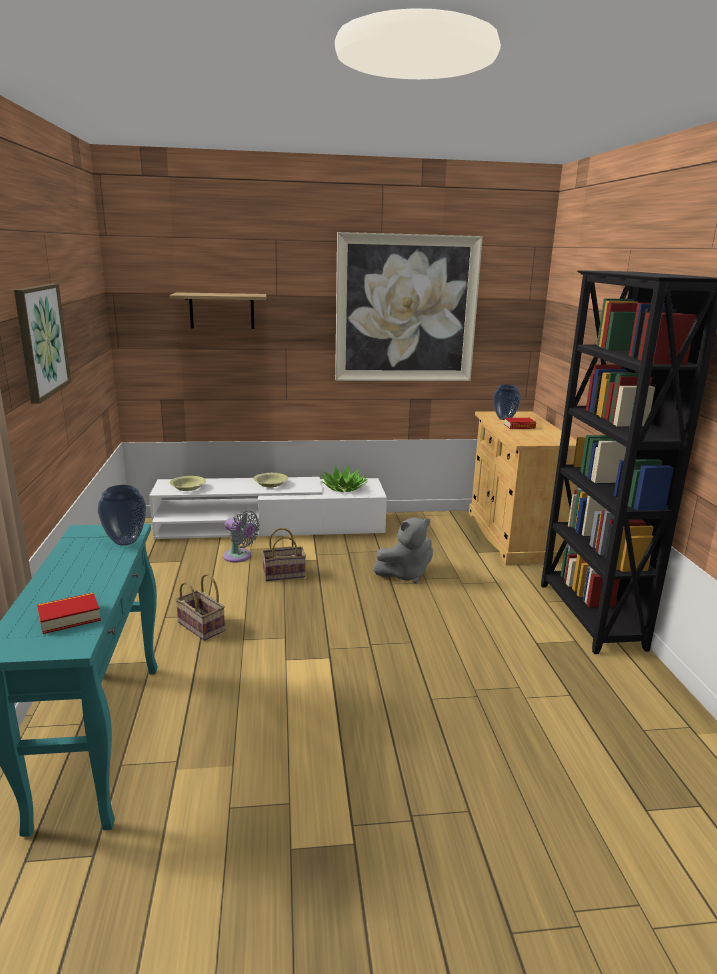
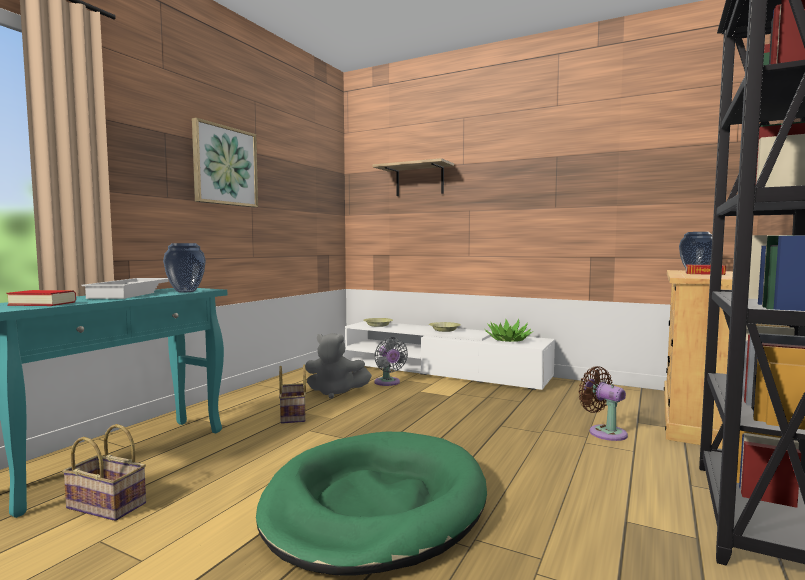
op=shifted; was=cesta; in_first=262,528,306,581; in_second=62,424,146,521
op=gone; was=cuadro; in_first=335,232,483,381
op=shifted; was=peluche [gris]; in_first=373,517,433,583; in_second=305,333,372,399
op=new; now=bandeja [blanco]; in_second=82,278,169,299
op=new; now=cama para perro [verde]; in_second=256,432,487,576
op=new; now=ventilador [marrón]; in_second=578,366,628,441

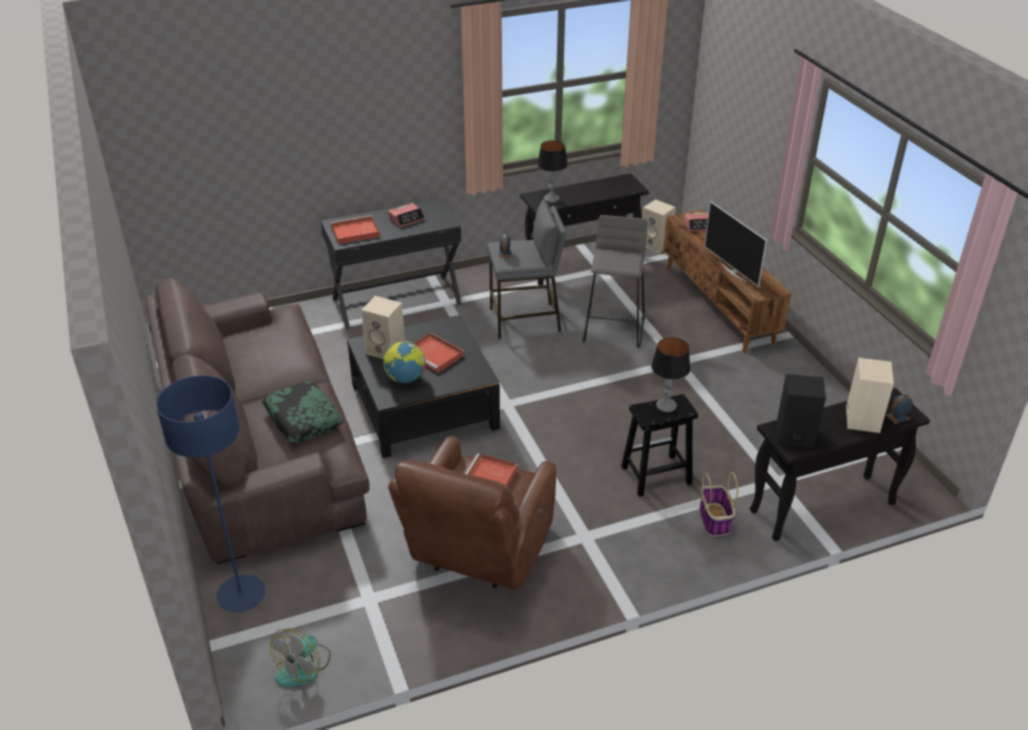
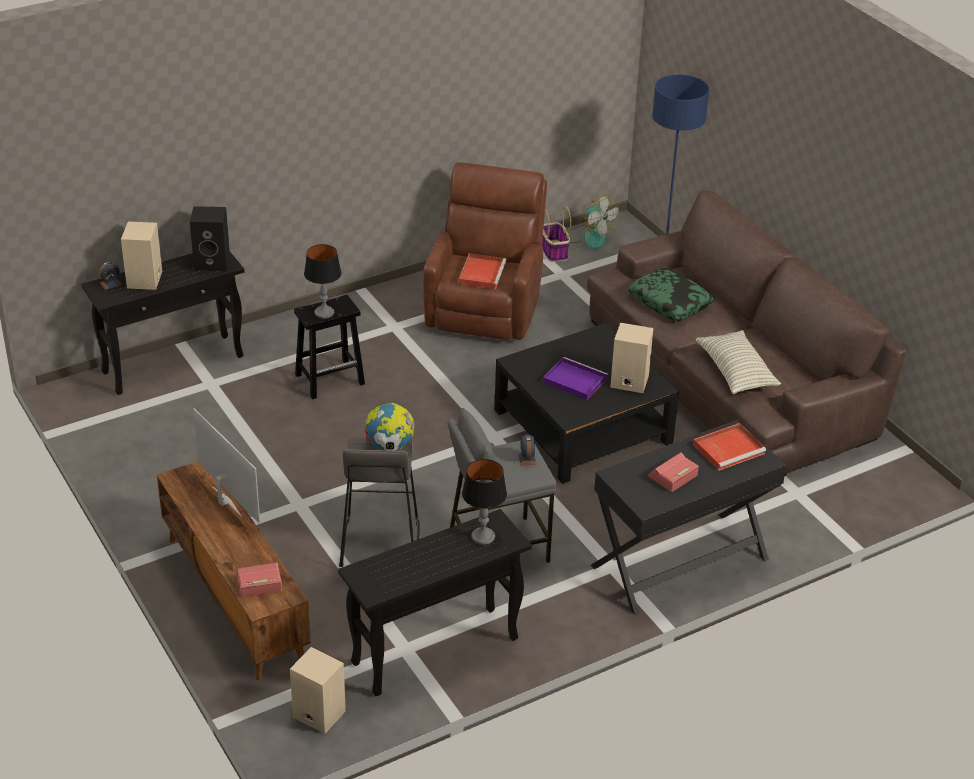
op=rotated; was=ventilador; in_first=270,628,331,687; in_second=568,195,620,249; clockwise=120
op=shifted; was=globo terráqueo; in_first=383,341,426,383; in_second=365,403,414,451
op=repainted; was=bandeja [rojo]; now=bandeja [morado]; in_first=413,333,464,373; in_second=543,357,608,400
op=shifted; was=cesta; in_first=699,472,738,537; in_second=542,206,571,262
op=new; now=cojín; in_second=696,330,781,394

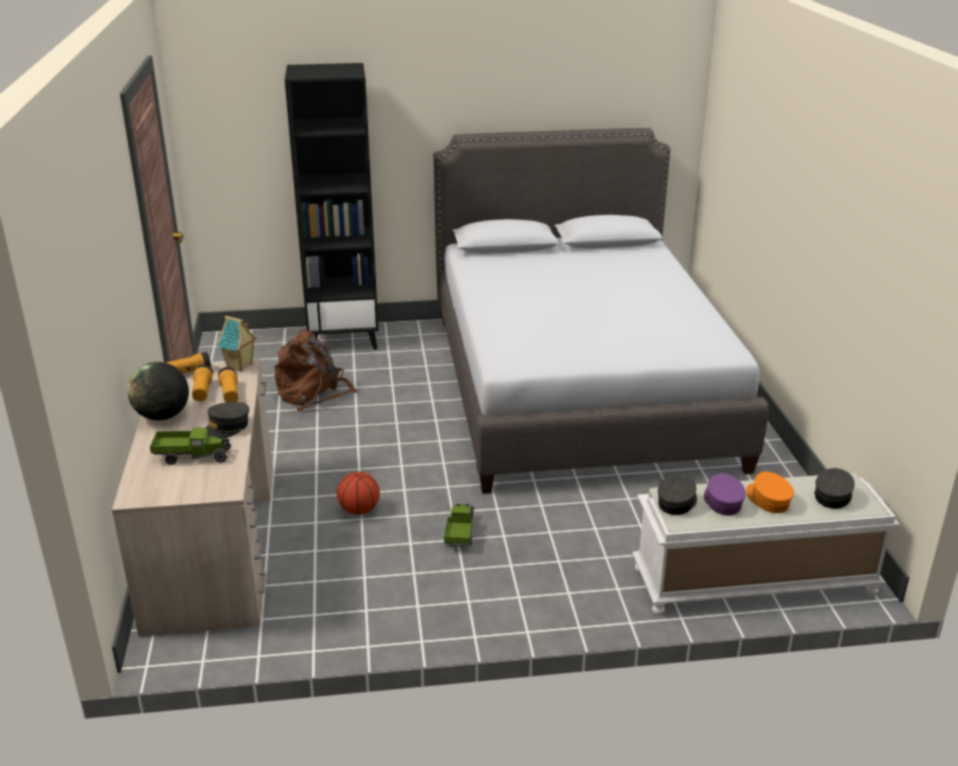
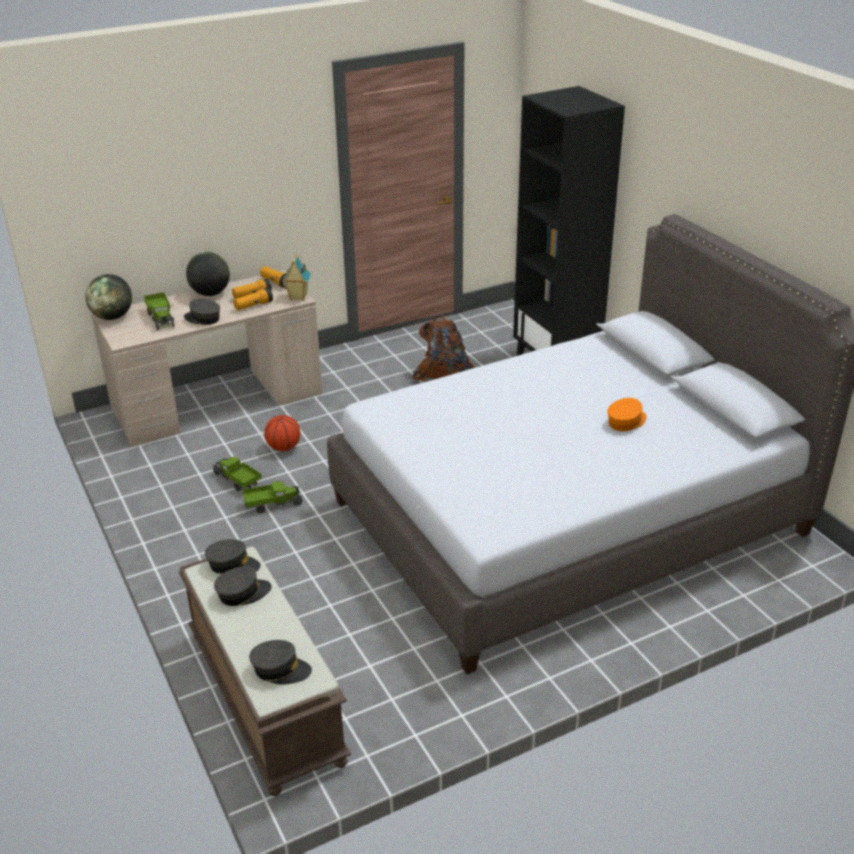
op=repainted; was=banco [blanco]; now=banco [marrón]; in_first=632,473,900,615; in_second=178,546,351,796
op=repainted; was=gorra [morado]; now=gorra [gris]; in_first=704,473,746,515; in_second=214,566,272,606
op=shifted; was=gorra [naranja]; in_first=746,472,794,513; in_second=607,398,647,431
op=new; now=globo terráqueo; in_second=86,274,132,320
op=new; now=camión de juguete; in_second=212,457,262,491

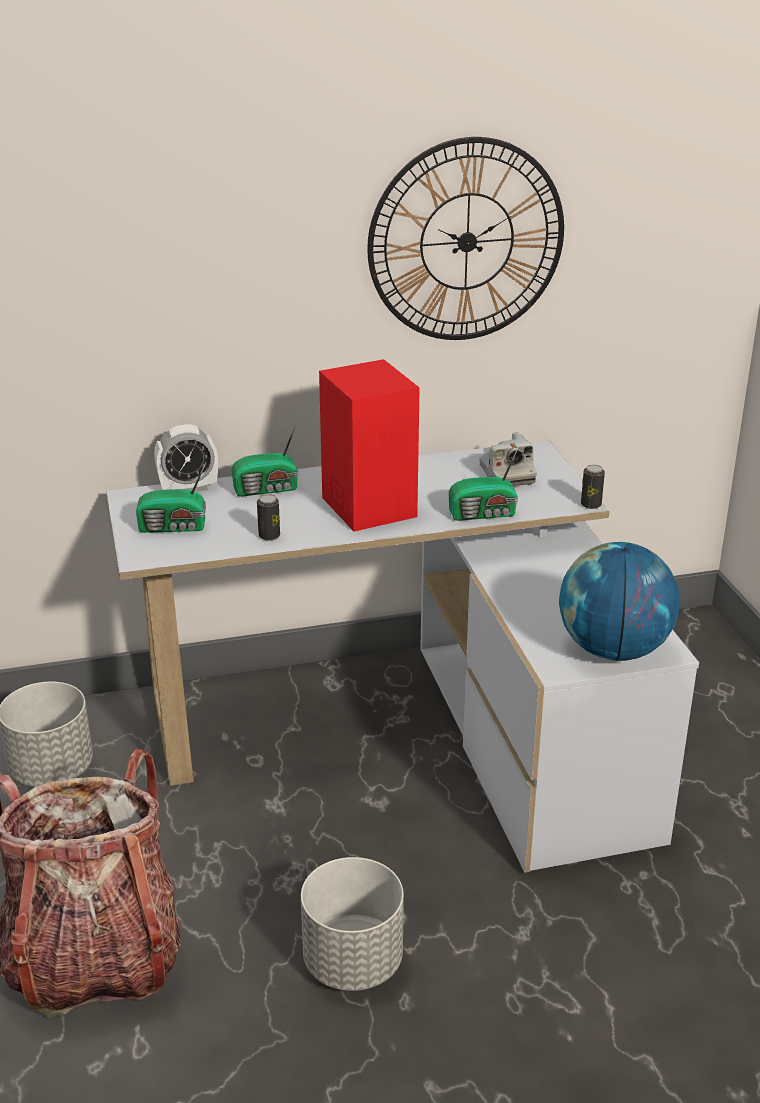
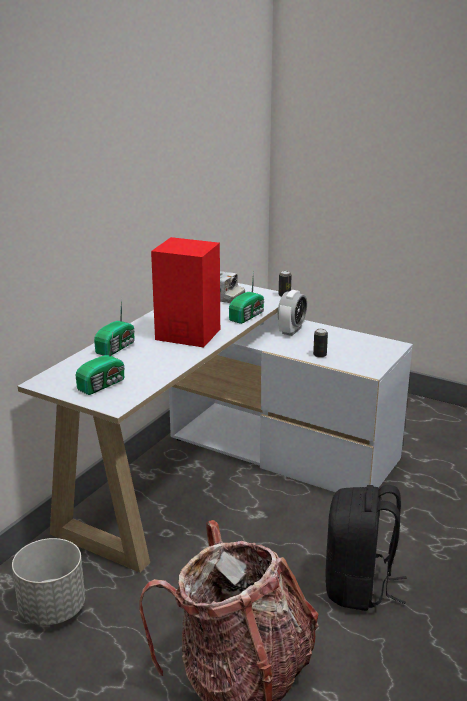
op=shifted; was=despertador; in_first=154,424,218,492; in_second=278,290,307,336
op=shifted; was=lata; in_first=257,494,280,541; in_second=313,329,328,358
op=swapped; was=maceta [gris]; now=mochila [negro]; in_first=301,857,404,991; in_second=325,485,407,611
op=gone; was=reloj de pared; in_first=367,137,564,340
op=gone; was=globo terráqueo; in_first=559,542,680,661

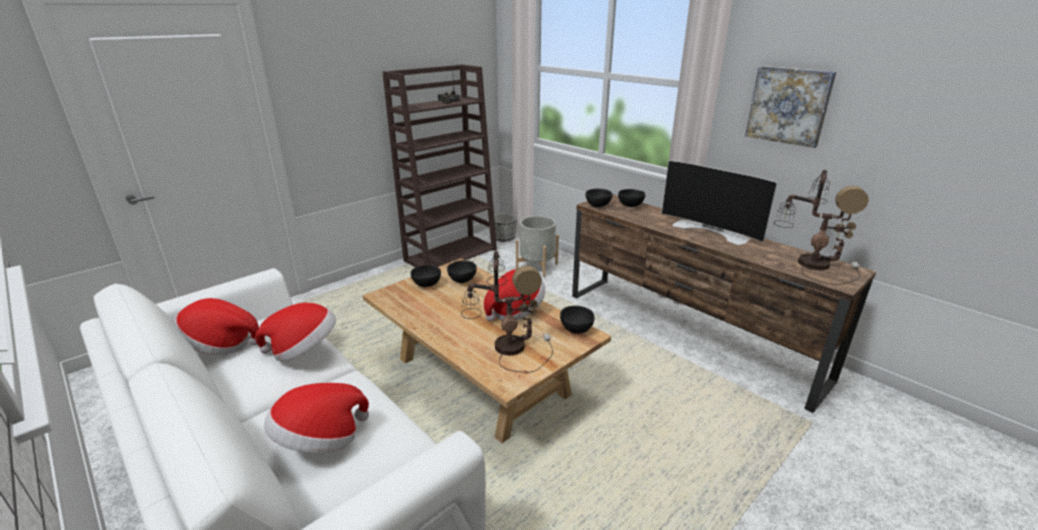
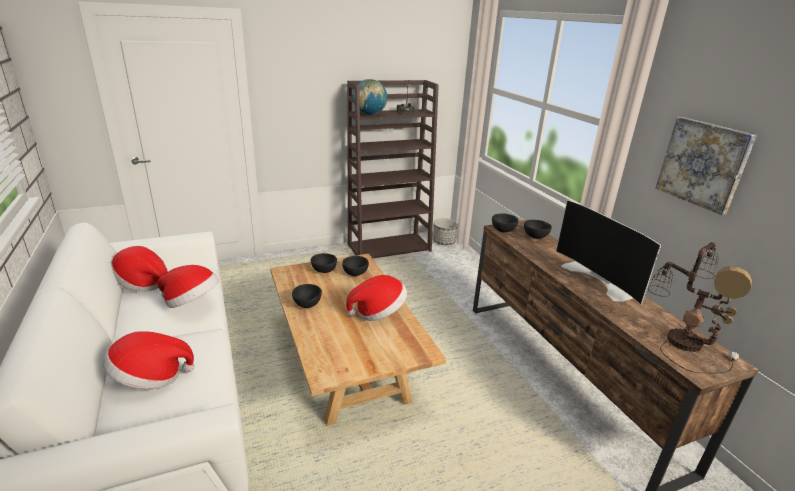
op=gone; was=lámpara de mesa; in_first=461,251,553,373
op=gone; was=maceta [gris]; in_first=516,216,559,277
op=shifted; was=cuenco [negro]; in_first=560,306,594,334; in_second=292,284,322,308
op=new; now=globo terráqueo; in_second=353,79,387,116

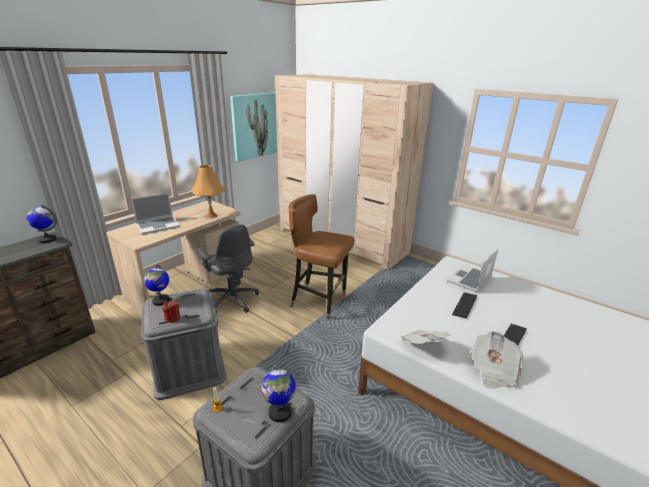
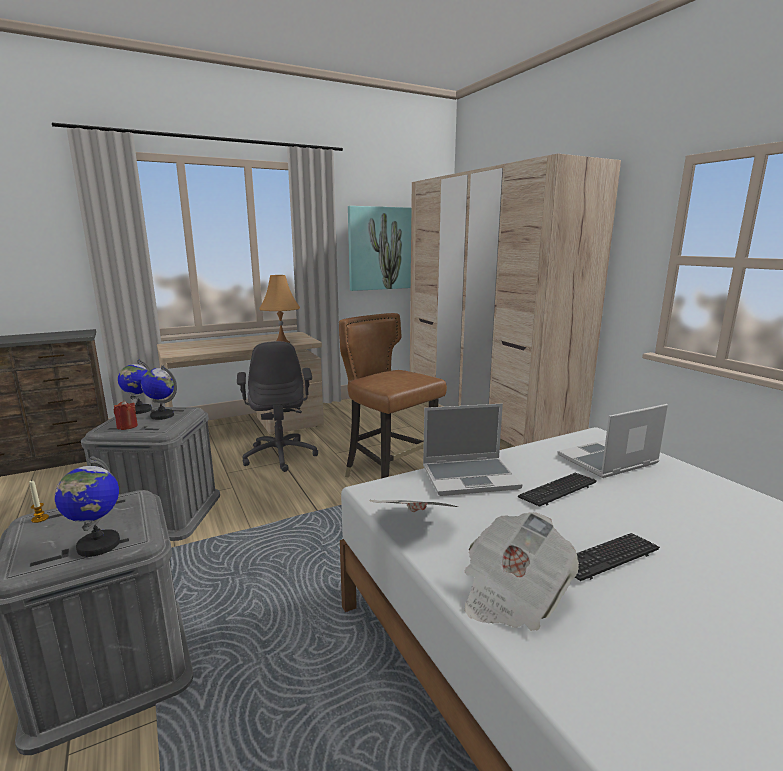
op=shifted; was=globo terráqueo; in_first=27,205,57,243; in_second=141,365,177,420
op=shifted; was=portátil; in_first=131,193,180,235; in_second=423,404,522,496

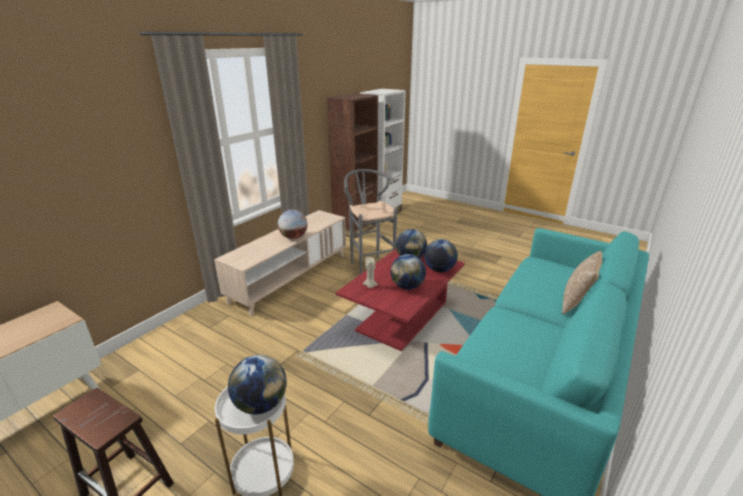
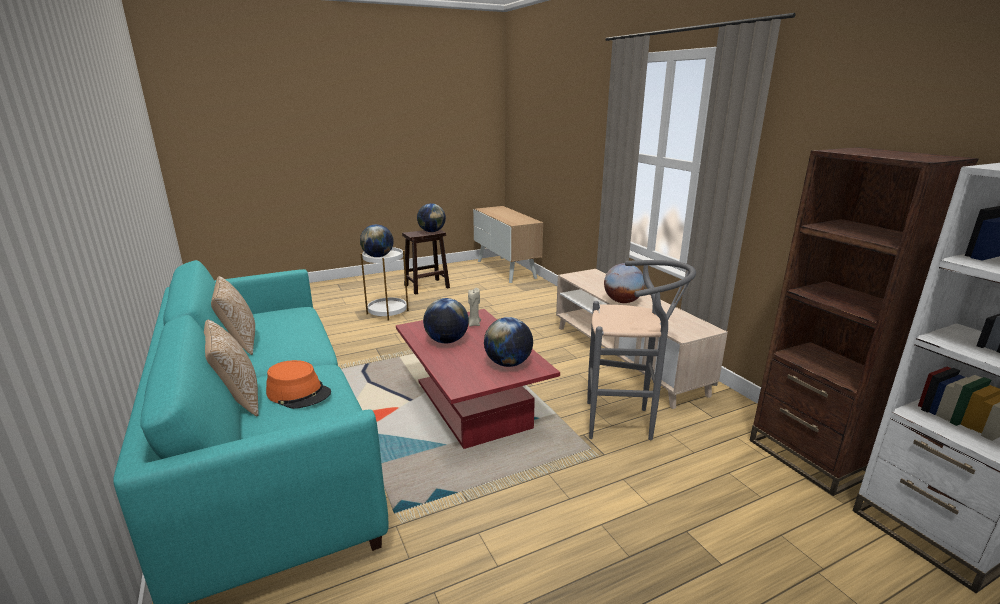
op=shifted; was=globo terráqueo; in_first=424,239,458,272; in_second=417,203,446,232
op=new; now=cojín; in_second=211,276,255,355
op=new; now=sombrero [naranja]; in_second=266,360,331,409

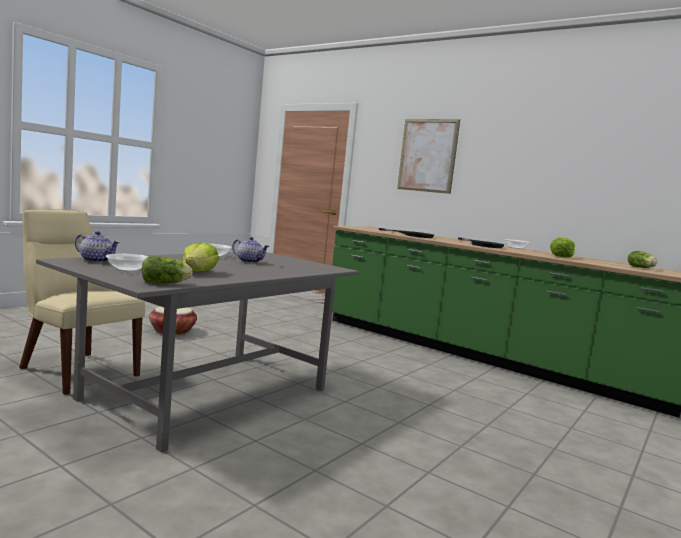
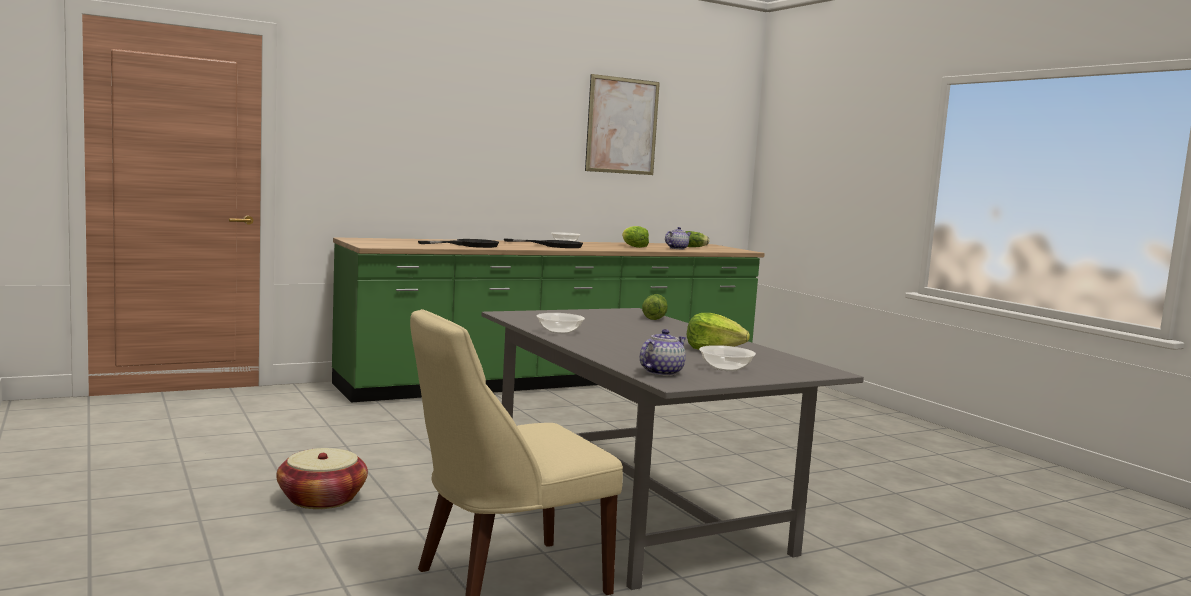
op=shifted; was=lechuga; in_first=142,256,193,283; in_second=642,294,668,320
op=shifted; was=tetera; in_first=232,237,270,263; in_second=665,227,691,249
op=shifted; was=cuadro; in_first=397,119,460,194; in_second=585,74,660,175

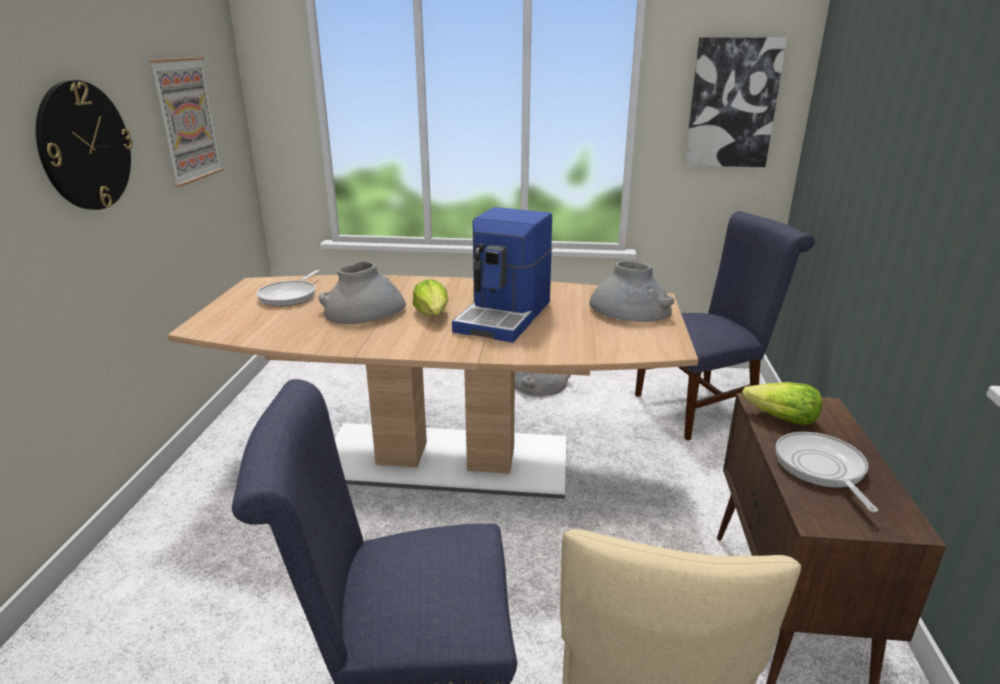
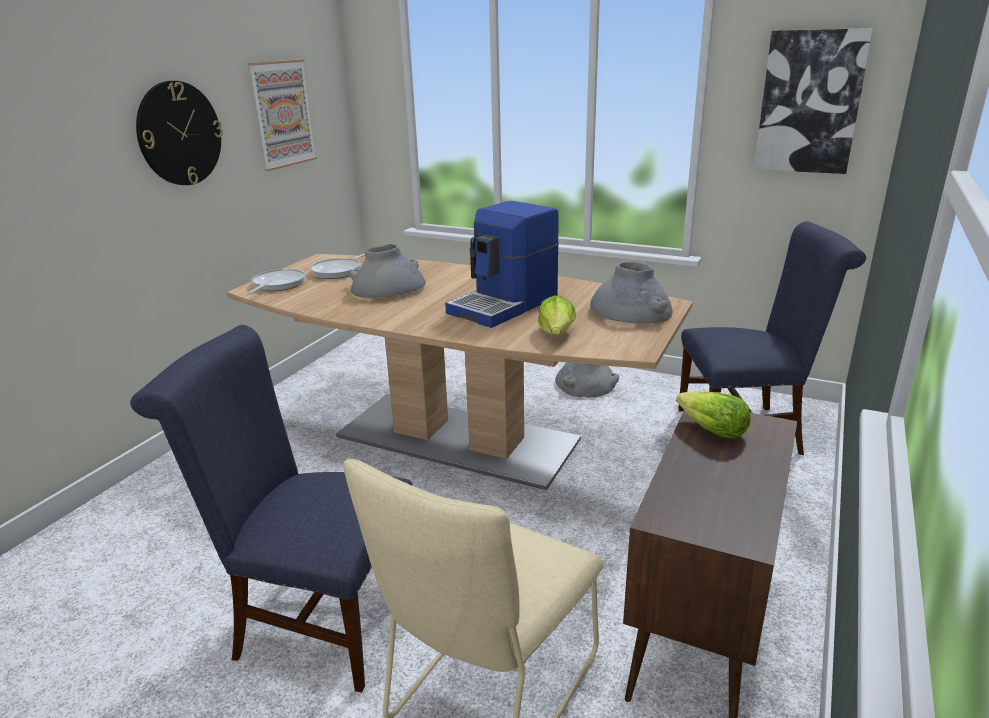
op=shifted; was=lechuga; in_first=413,279,448,316; in_second=538,295,576,335
op=shifted; was=sartén; in_first=776,432,878,512; in_second=247,269,305,295

